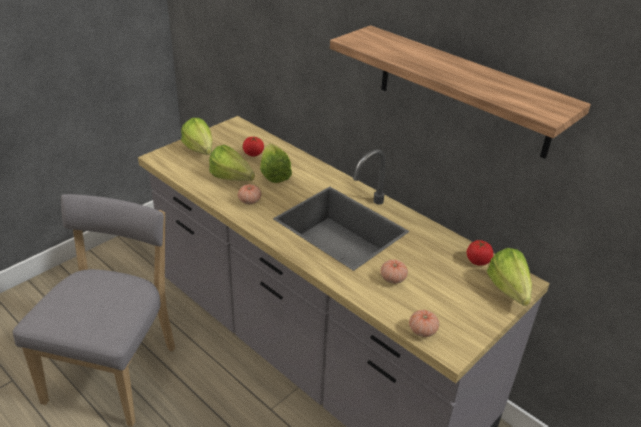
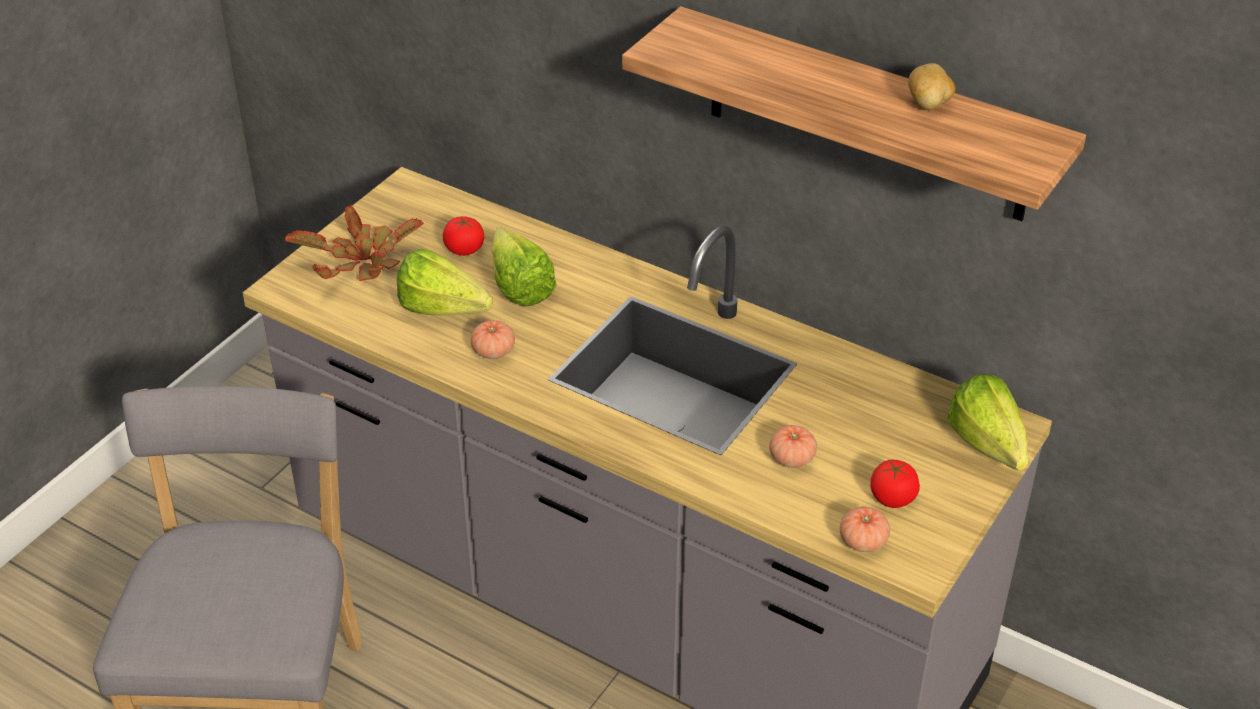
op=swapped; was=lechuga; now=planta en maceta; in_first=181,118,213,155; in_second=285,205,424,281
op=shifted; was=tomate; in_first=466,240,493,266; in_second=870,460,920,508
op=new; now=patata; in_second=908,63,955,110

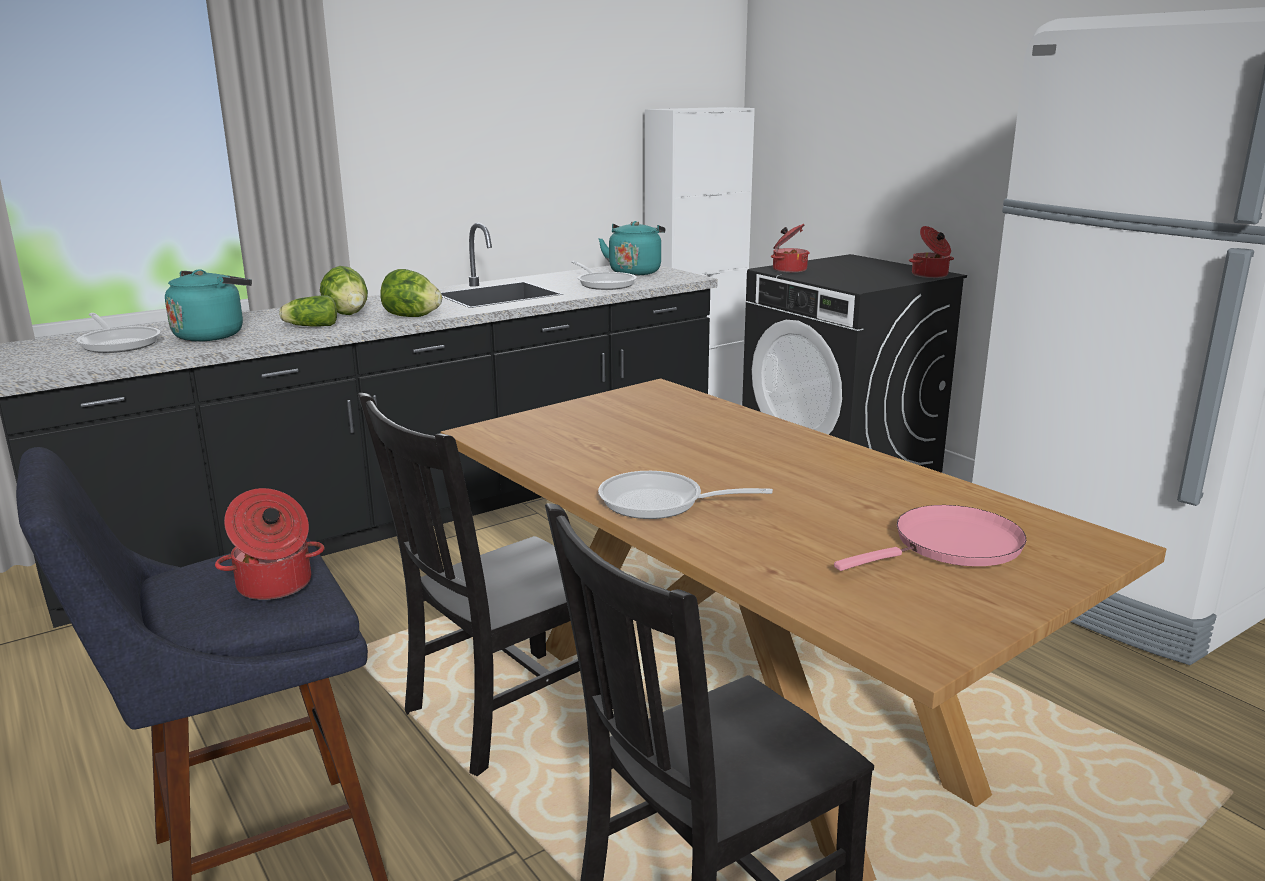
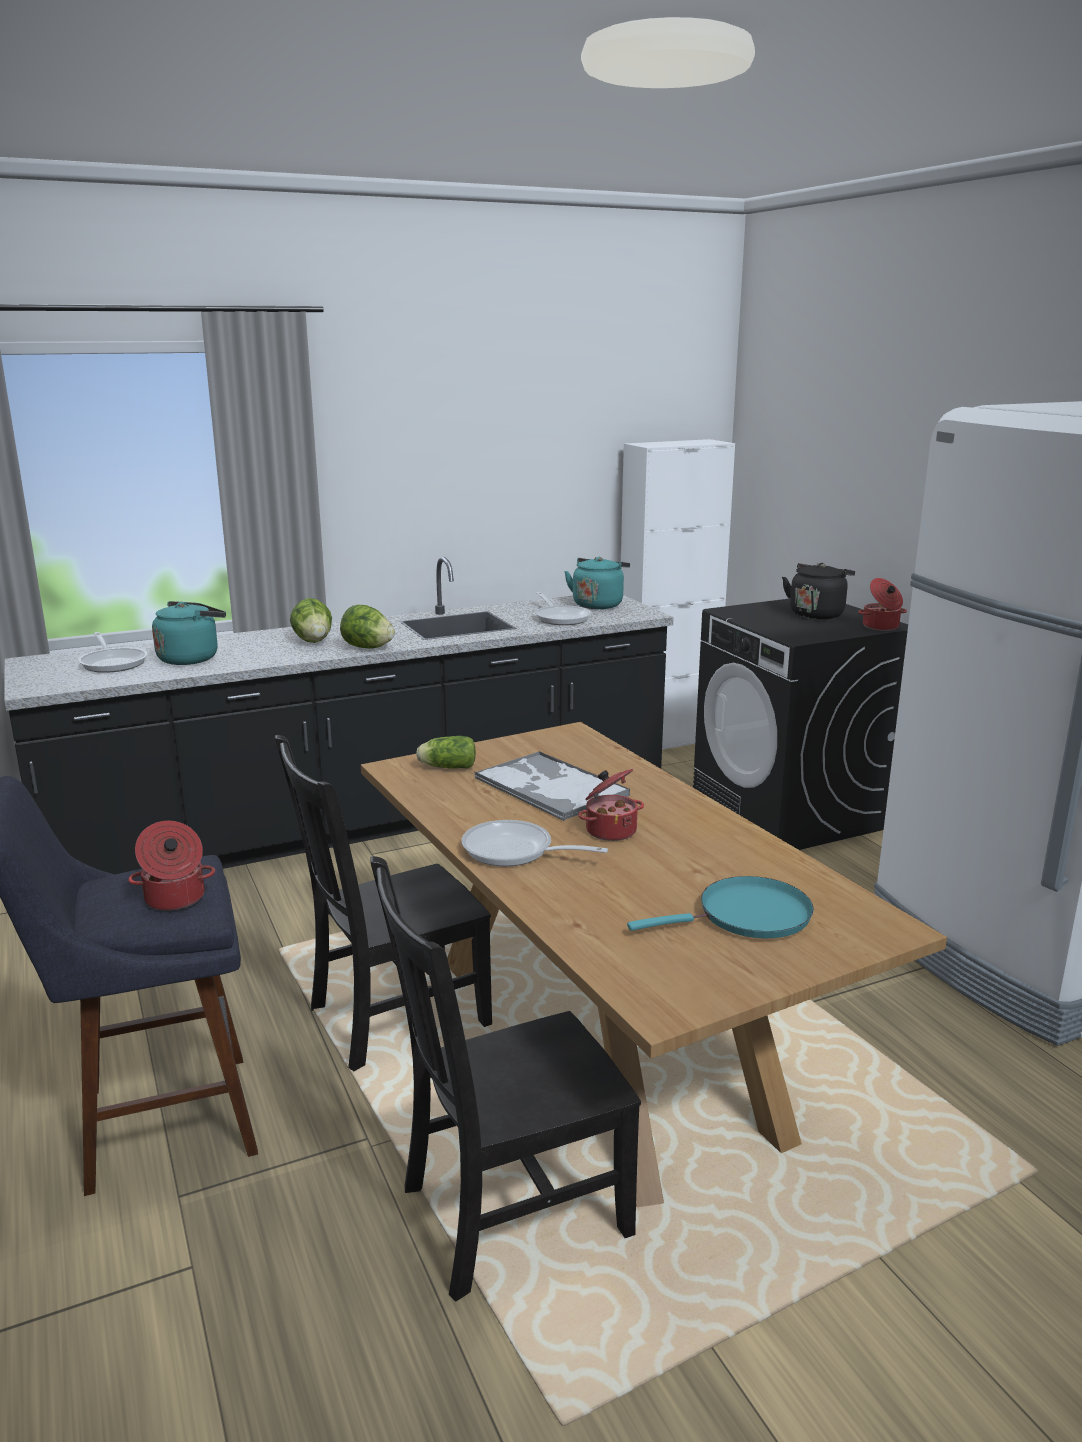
op=shifted; was=lechuga; in_first=279,295,337,327; in_second=416,736,476,769
op=shifted; was=olla; in_first=771,224,810,273; in_second=578,769,644,841
op=repainted; was=sartén [rosa]; now=sartén [turquesa]; in_first=834,505,1027,571; in_second=627,876,814,938
op=new; now=bandeja; in_second=474,751,630,821
op=new; now=hervidor [negro]; in_second=782,563,855,619

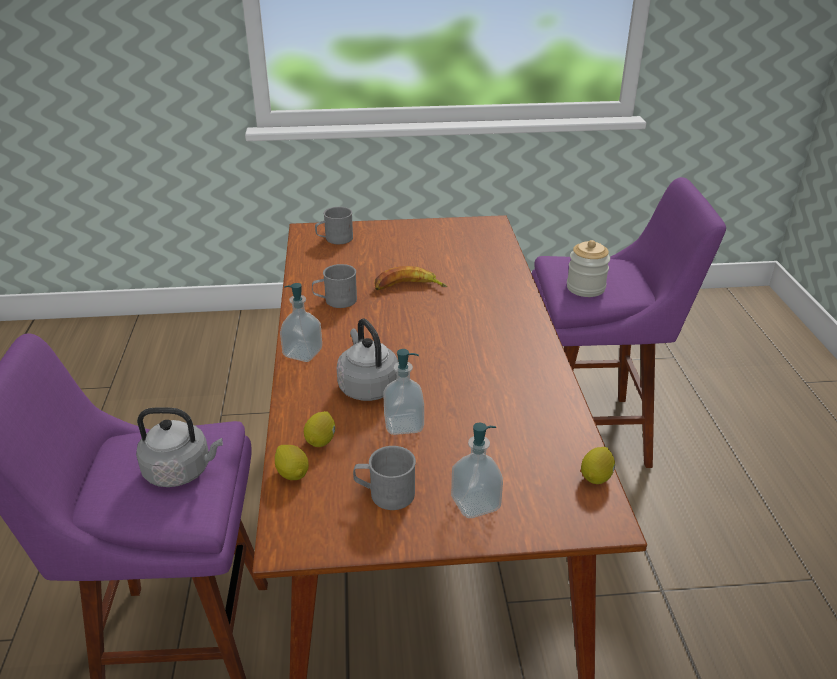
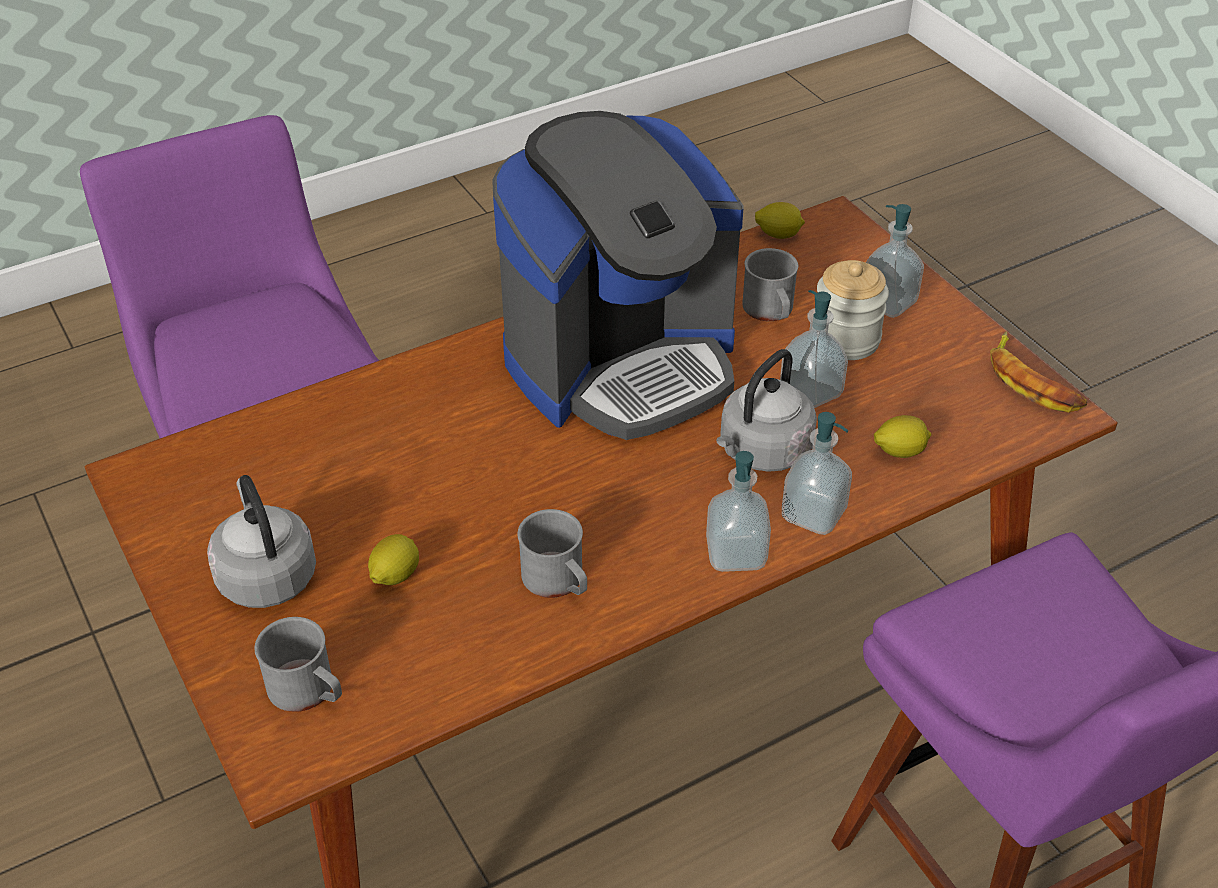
op=shifted; was=hervidor [gris]; in_first=136,407,223,487; in_second=207,475,316,608
op=shifted; was=limón; in_first=275,445,309,480; in_second=368,534,419,585
op=shifted; was=taza grande [gris]; in_first=353,446,416,510; in_second=742,248,798,321
op=shifted; was=plátano; in_first=374,266,447,290; in_second=990,331,1087,413
op=shifted; was=tarro; in_first=567,240,610,297; in_second=817,260,889,360
op=new; now=cafetera; in_second=492,111,744,440
op=new; now=dispensador de jabón; in_second=782,412,852,535

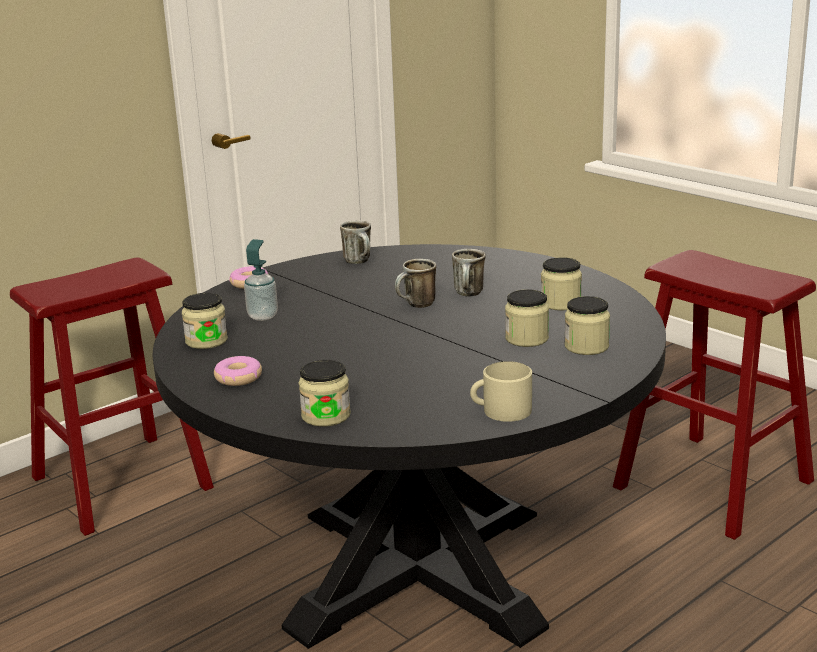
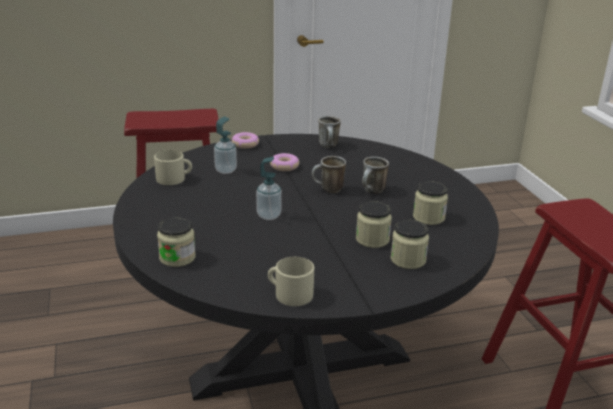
op=swapped; was=tarro; now=taza grande [beis]; in_first=182,293,228,349; in_second=154,150,192,185
op=shifted; was=rosquilla; in_first=214,356,262,386; in_second=270,153,299,171
op=new; now=dispensador de jabón; in_second=256,157,282,220

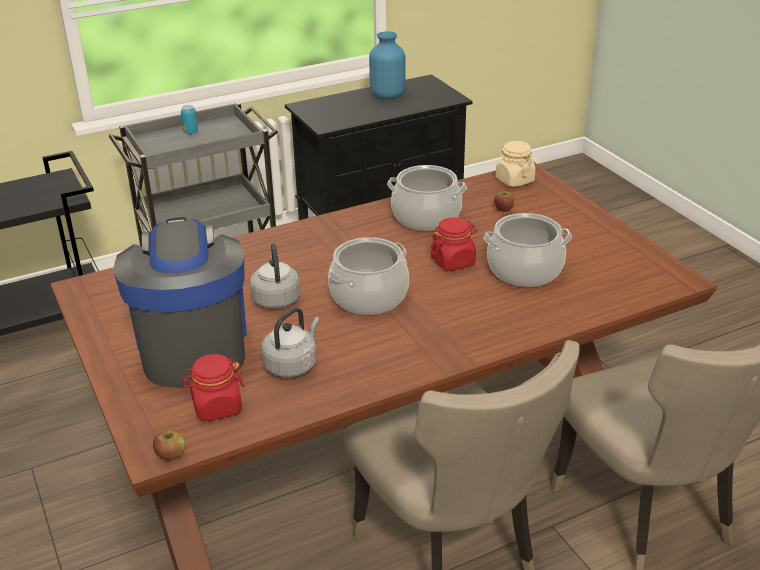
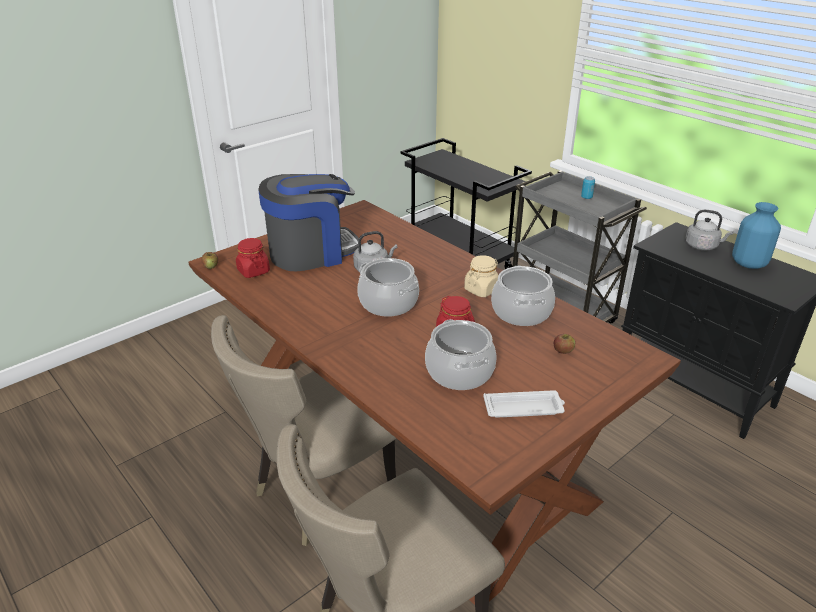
op=shifted; was=hervidor [gris]; in_first=261,307,320,378; in_second=685,210,734,250
op=shifted; was=tarro [beis]; in_first=495,141,536,187; in_second=464,255,498,297
op=new; now=bandeja [blanco]; in_second=483,390,565,418

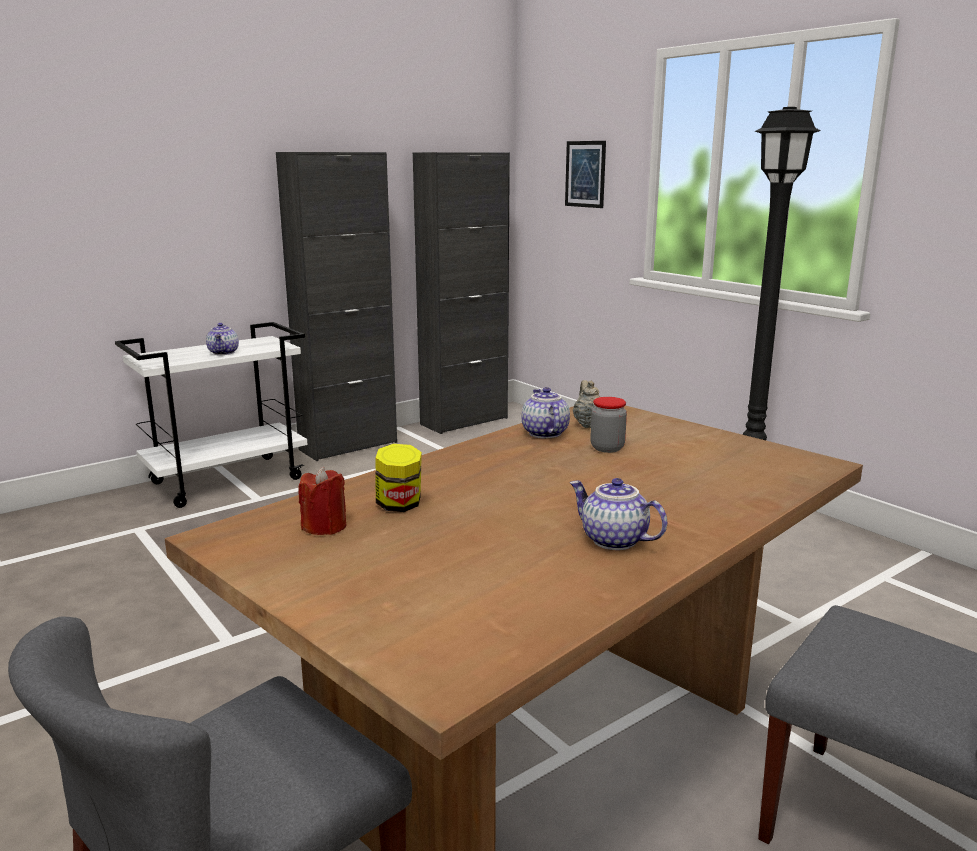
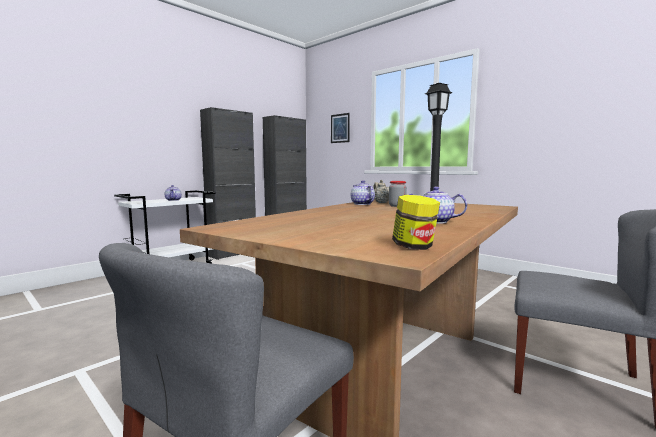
op=gone; was=vela [rojo]; in_first=298,467,346,535
op=shifted; was=tarro; in_first=375,444,422,512; in_second=392,195,440,250

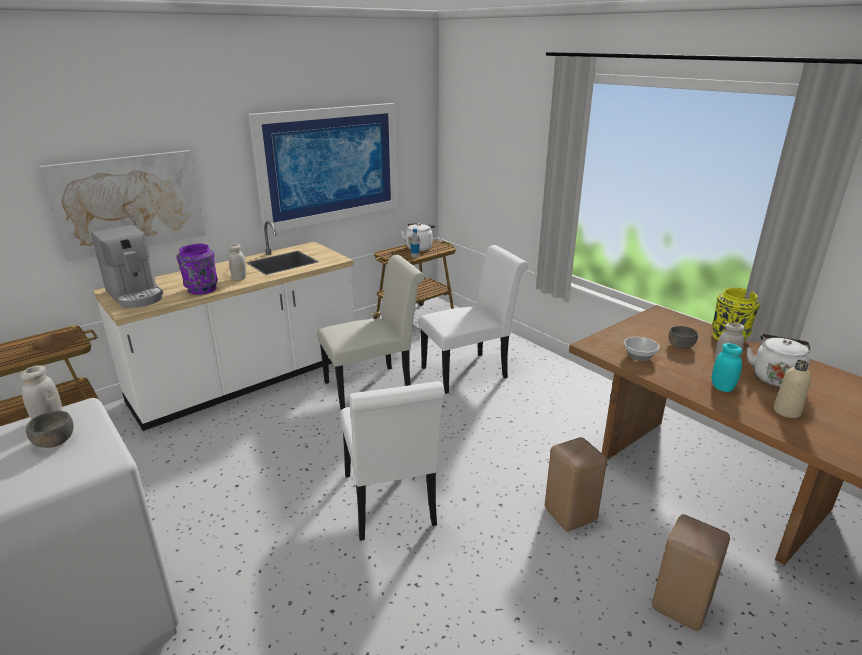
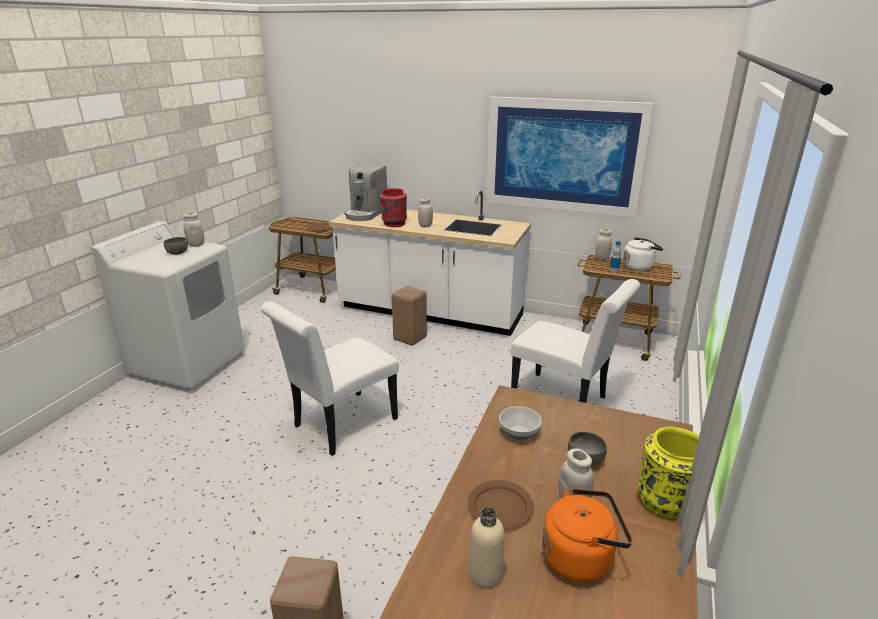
op=gone; was=cuadro; in_first=39,150,205,261
op=repainted; was=florero [morado]; now=florero [rojo]; in_first=176,244,218,295; in_second=380,188,407,227
op=gone; was=silla [blanco]; in_first=317,255,425,410
op=shifted; was=taburete [beis]; in_first=545,437,607,531; in_second=392,286,427,345
op=swapped; was=tarro [turquesa]; now=plato [marrón]; in_first=712,343,743,392; in_second=468,480,534,529
op=repainted; was=hervidor [blanco]; now=hervidor [naranja]; in_first=747,334,811,387; in_second=542,489,632,583
op=new; now=tarro [blanco]; in_second=595,229,612,260

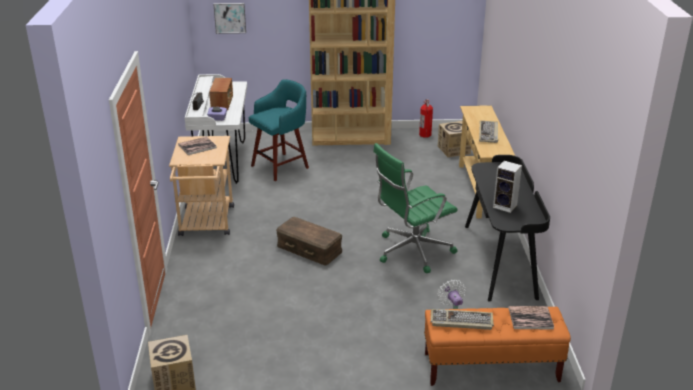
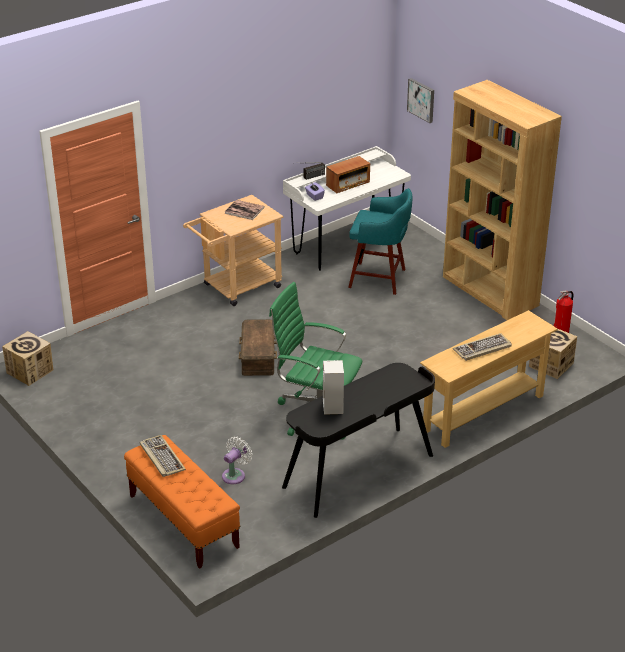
op=gone; was=libro; in_first=508,306,554,329

